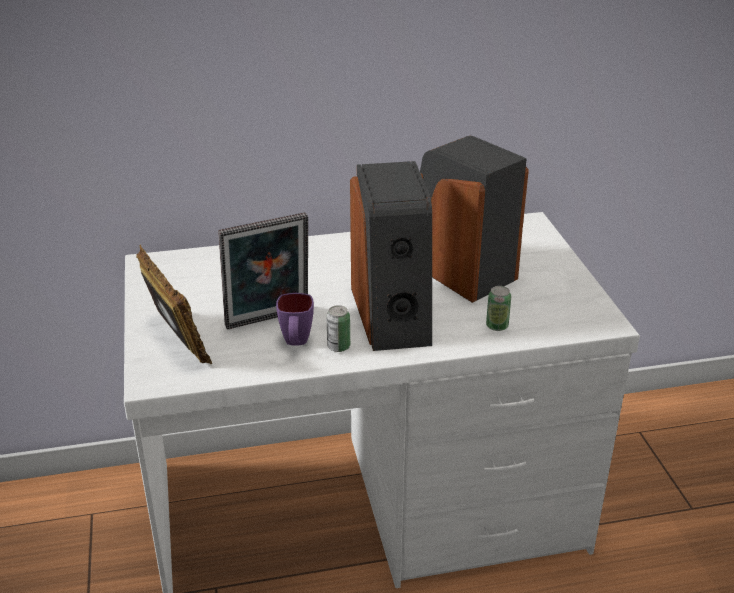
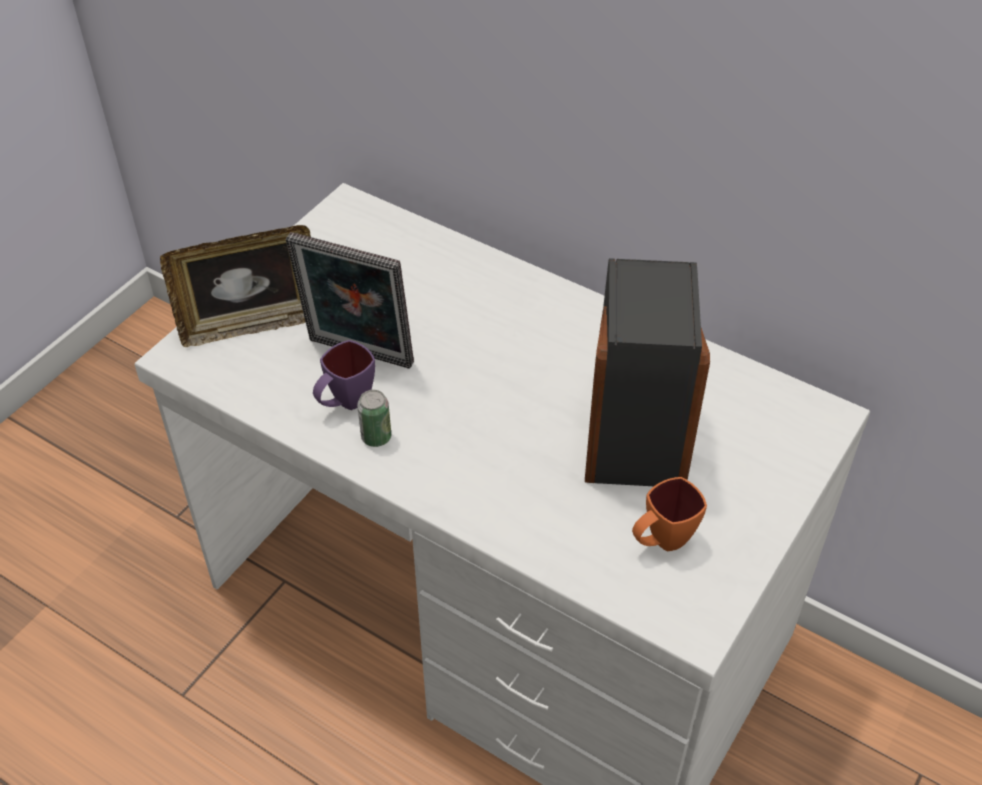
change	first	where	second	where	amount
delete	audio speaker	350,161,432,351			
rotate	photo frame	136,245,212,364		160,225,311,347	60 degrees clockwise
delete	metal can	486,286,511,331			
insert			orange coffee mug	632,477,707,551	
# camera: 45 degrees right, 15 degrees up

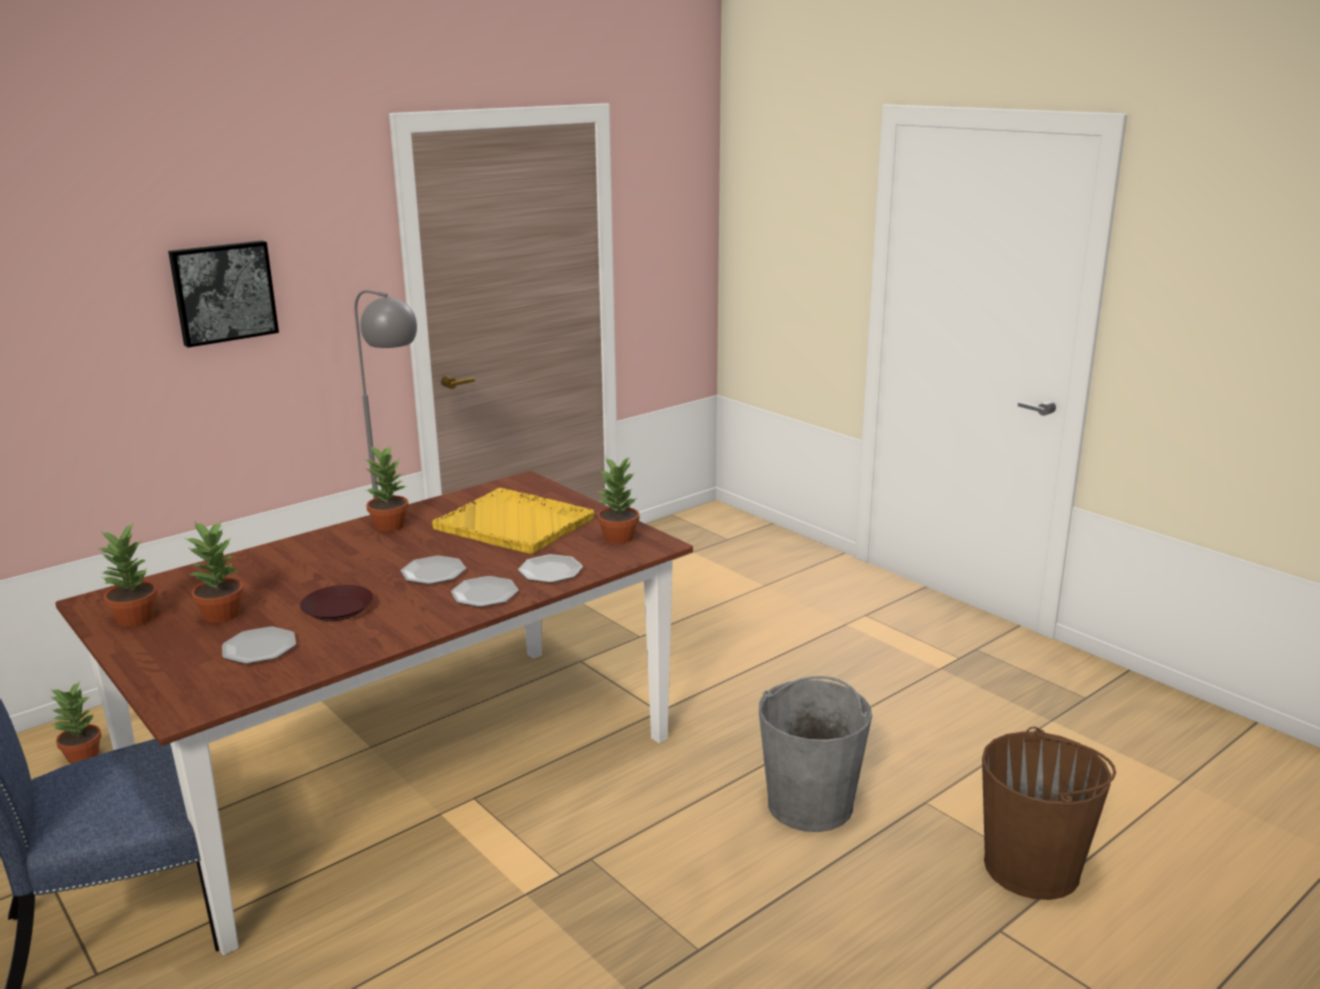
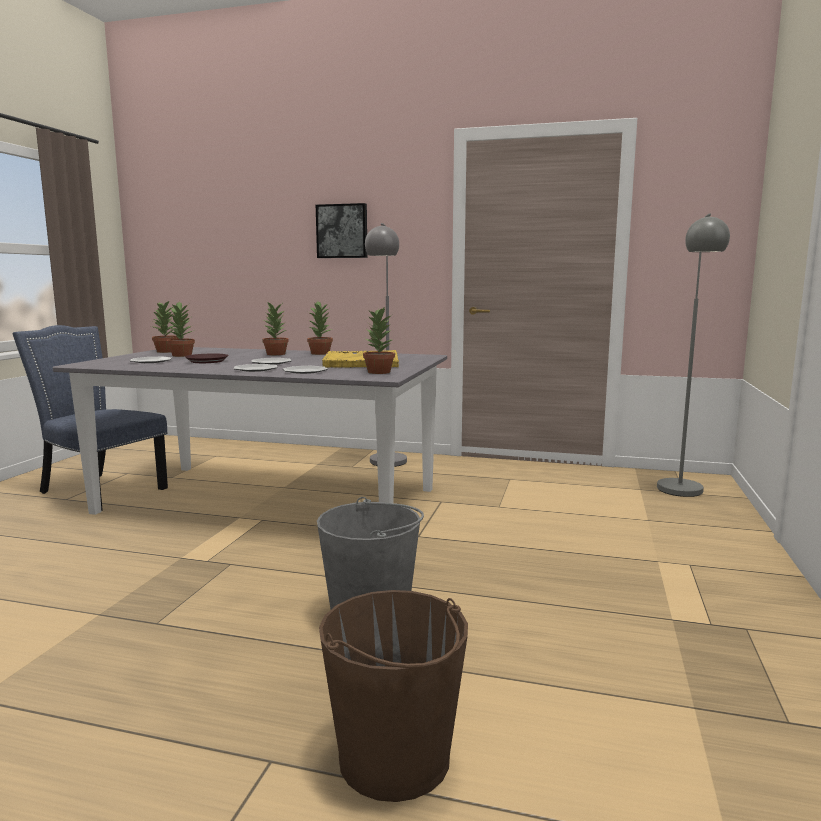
change	first	where	second	where	amount
recolor	brown dinner table	55,471,693,955	gray dinner table	52,347,447,515	
move	houseplant	50,681,102,764		262,302,289,355	
insert			gray floor lamp	657,213,730,497	
# camera: 55 degrees right, 10 degrees down

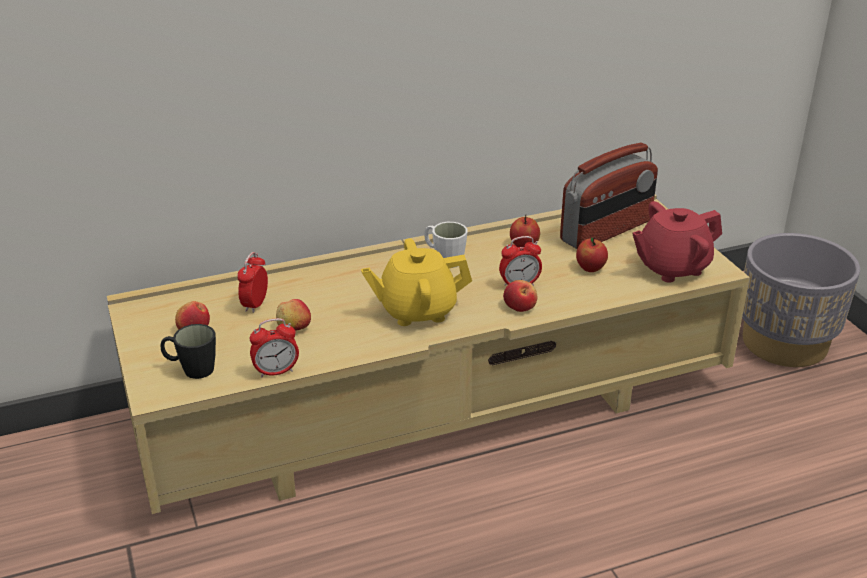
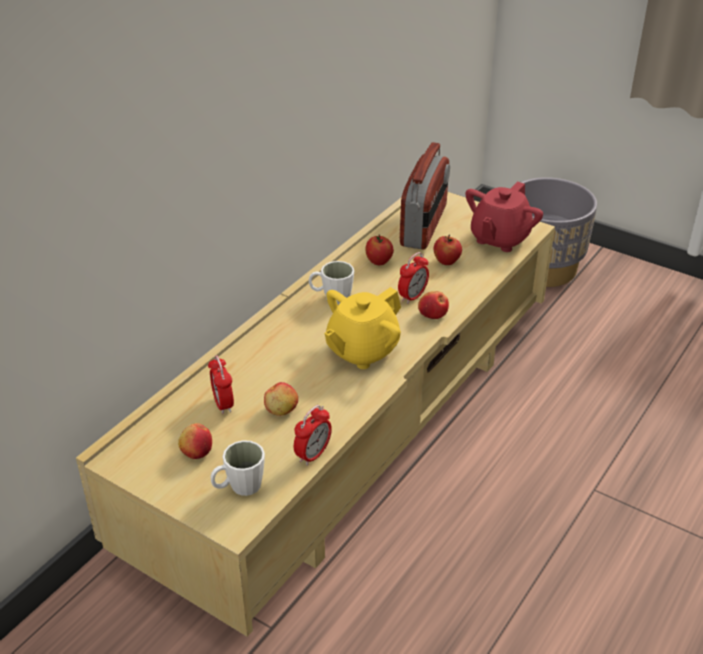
change	first	where	second	where	amount
recolor	blackish coffee mug	161,324,216,379	white coffee mug	211,440,265,496	
# camera: 35 degrees left, 5 degrees up

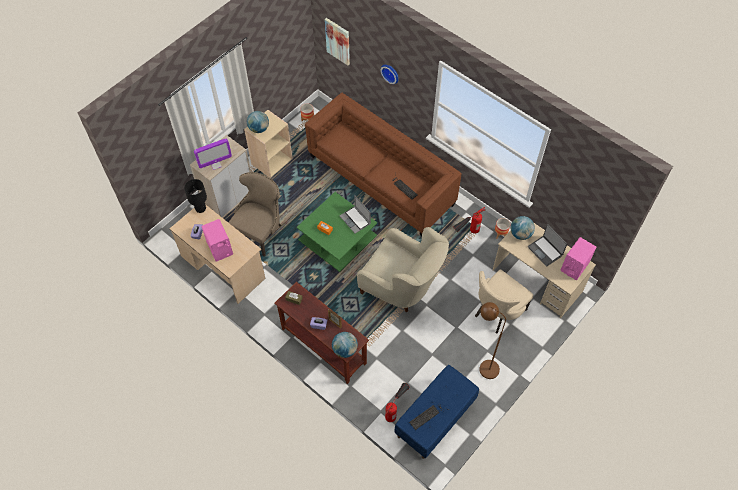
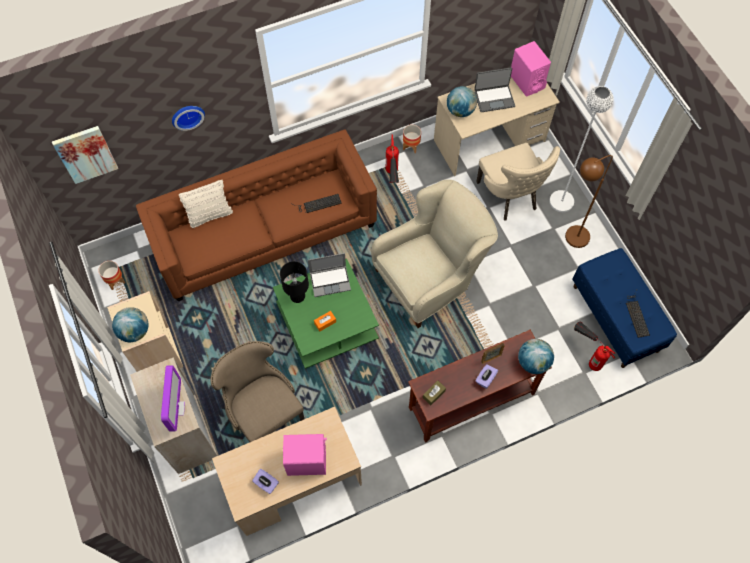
change	first	where	second	where	amount
move	blackish lamp for a table	184,179,207,213		280,261,309,303	
insert			white floor lamp	549,86,614,212	
insert			beige throw pillow	179,180,233,228	
# camera: 65 degrees left, 5 degrees up

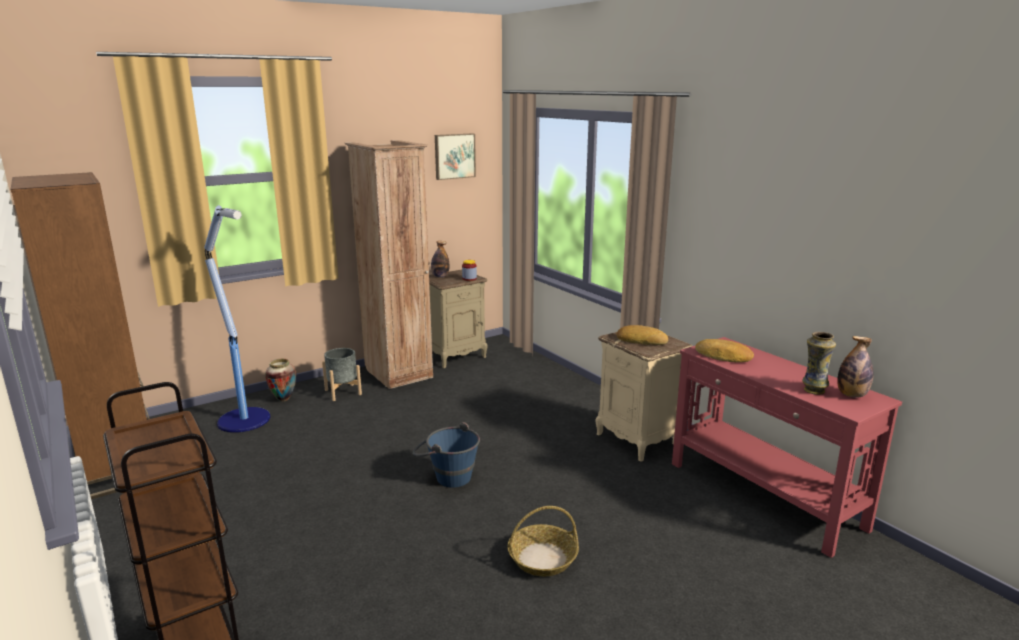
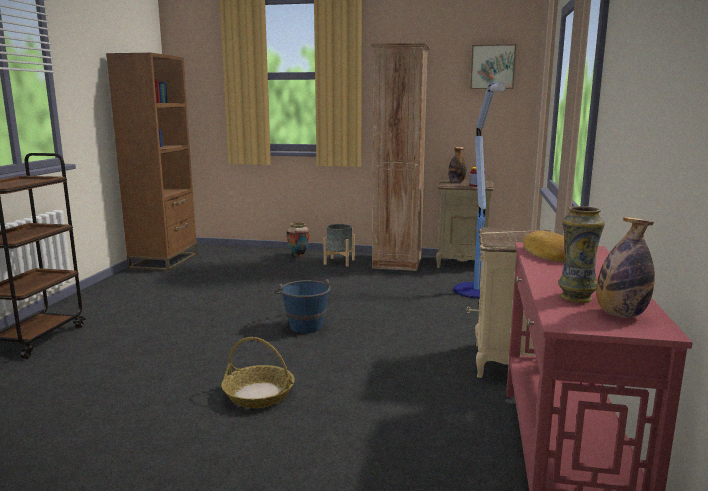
change	first	where	second	where	amount
move	floor lamp	204,205,270,433		453,82,506,299	
delete	bakery bread	616,325,668,345			
# camera: 45 degrees right, 5 degrees down

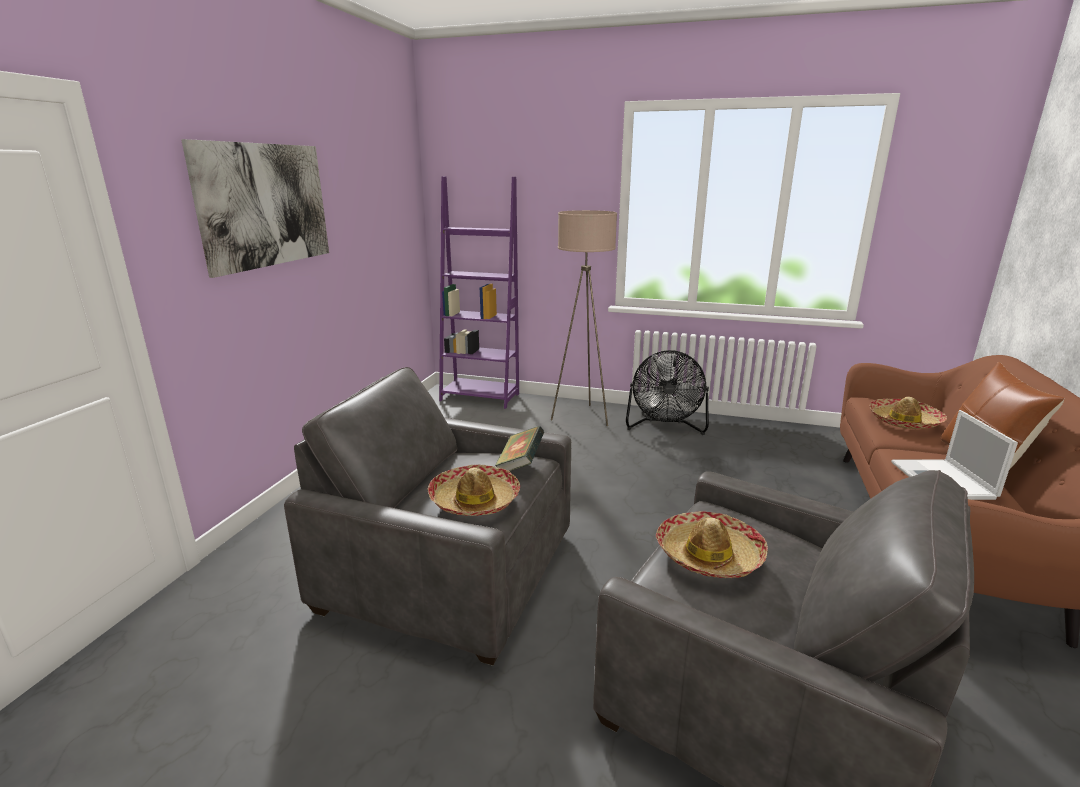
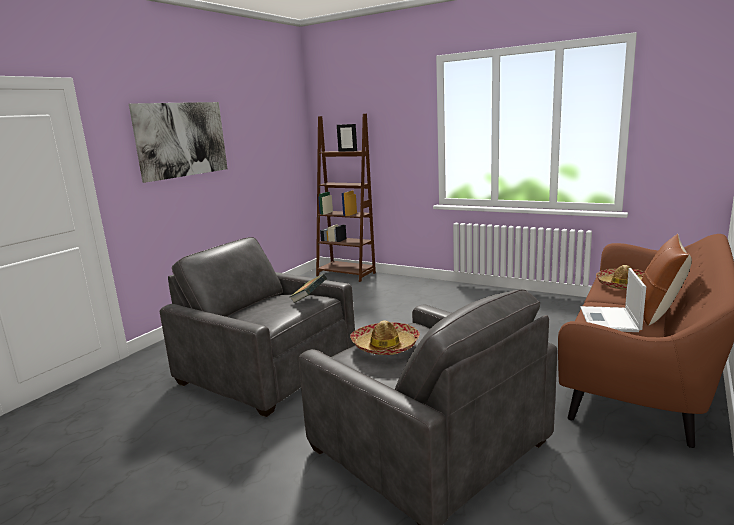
change	first	where	second	where	amount
recolor	purple-coloured shelving unit	439,176,519,409	brown shelving unit	316,114,376,282	
delete	beige floor lamp	551,210,617,426			
delete	blackish electric fan	626,350,709,435			
delete	clothing hat	427,464,520,516			
insert			photo frame	337,124,357,151	
# camera: 15 degrees right, 5 degrees down

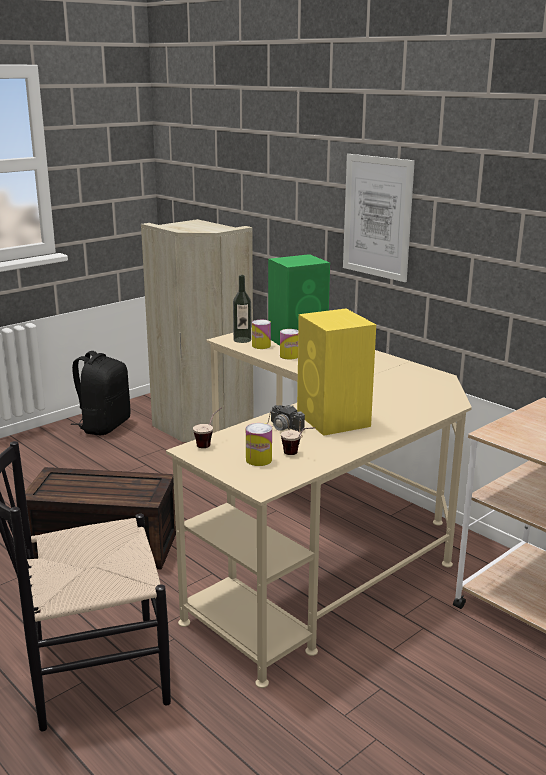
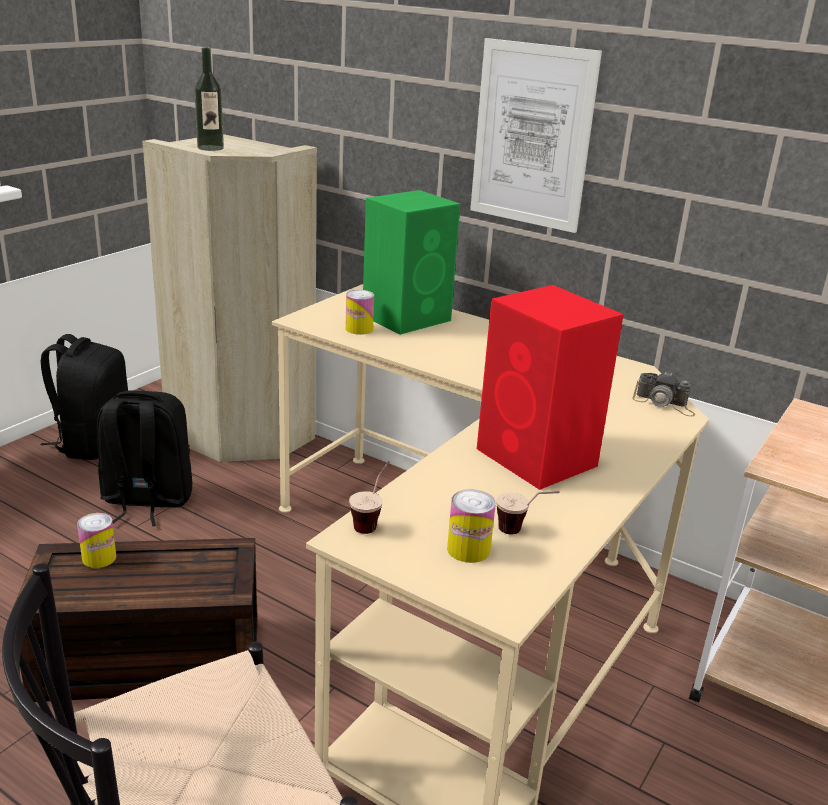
change	first	where	second	where	amount
move	drink bottle	233,275,252,343		194,47,224,151	
recolor	yellow-coloured audio speaker	297,309,376,436	red audio speaker	477,285,624,490	
move	metal can	280,329,298,360		77,513,116,568	
move	photo camera	266,404,305,438		632,371,695,416	
insert			blackish rucksack	97,390,192,526	
# camera: 15 degrees left, 5 degrees up

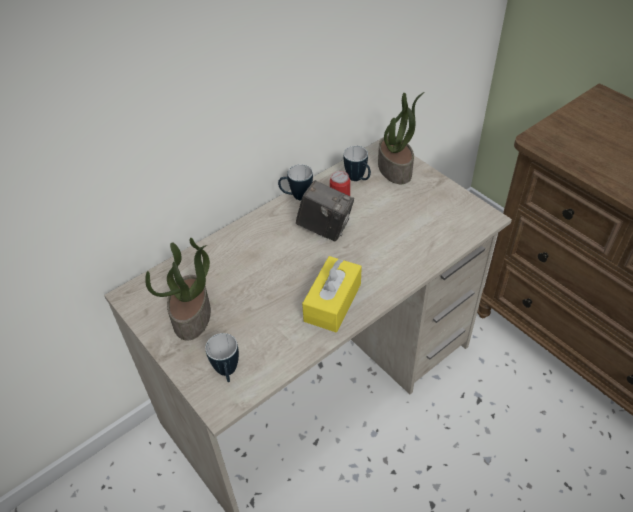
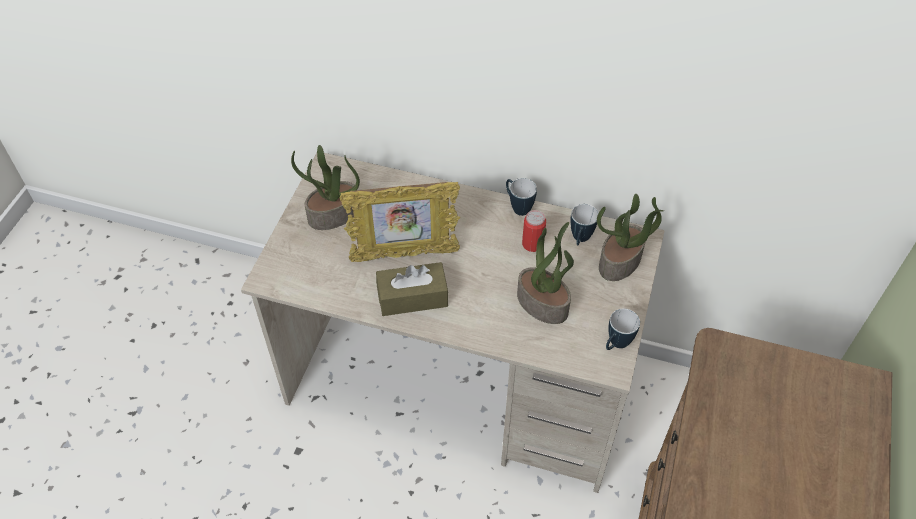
change	first	where	second	where	amount
delete	photo camera	296,180,354,241			
recolor	yellow-coloured box of tissues	302,256,362,332	brown box of tissues	376,262,448,316	
move	coffee mug	205,333,239,382		606,309,640,350	
insert			photo frame	340,182,460,262	
insert			houseplant	517,222,574,324	
# camera: 55 degrees right, 5 degrees up

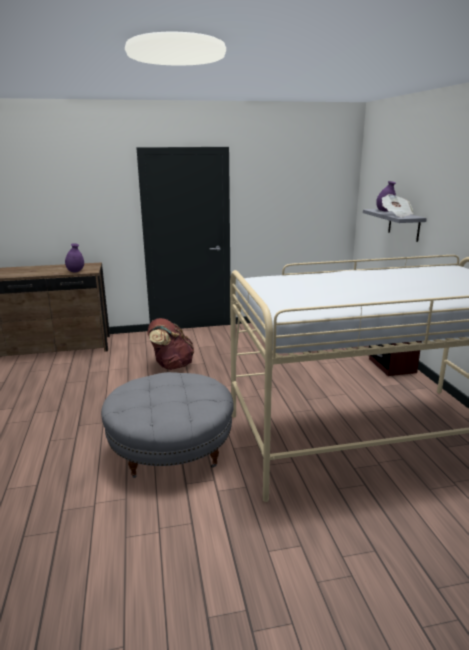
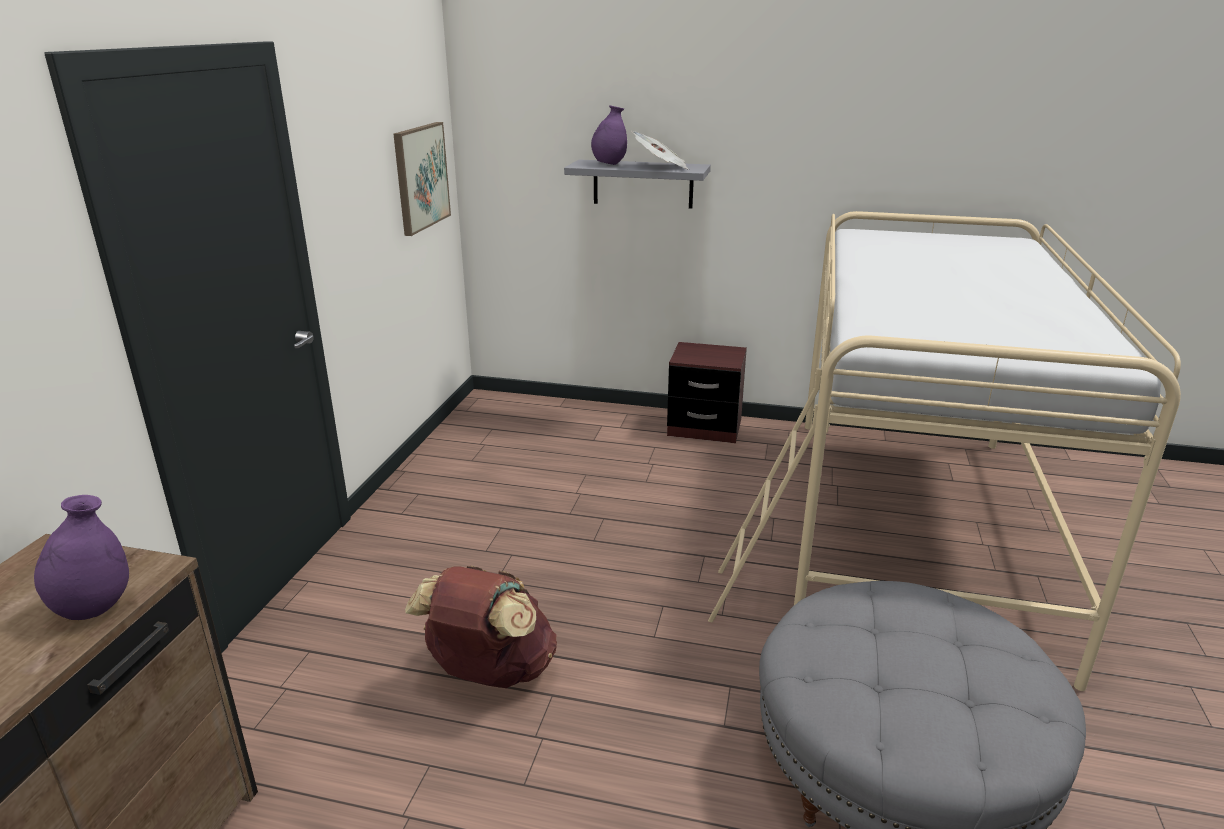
change	first	where	second	where	amount
insert			wall art	394,122,451,236	
# camera: 65 degrees left, 5 degrees up

